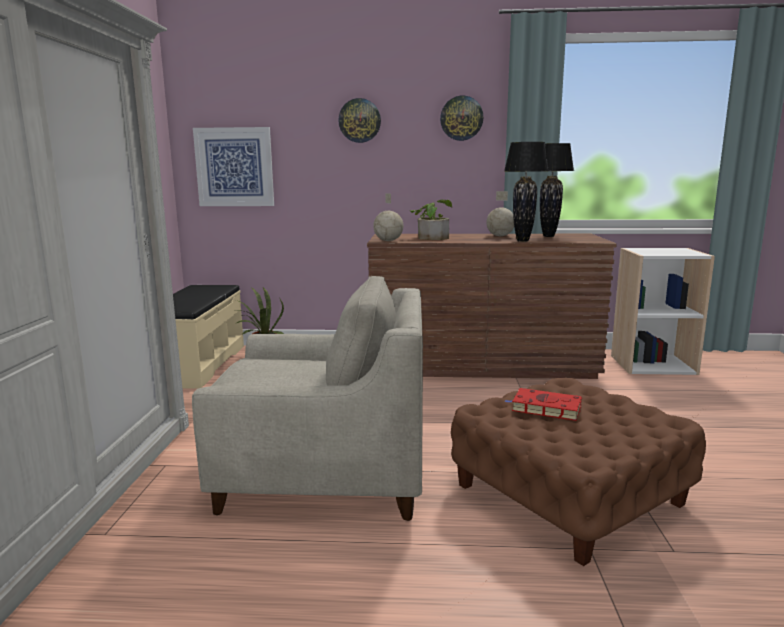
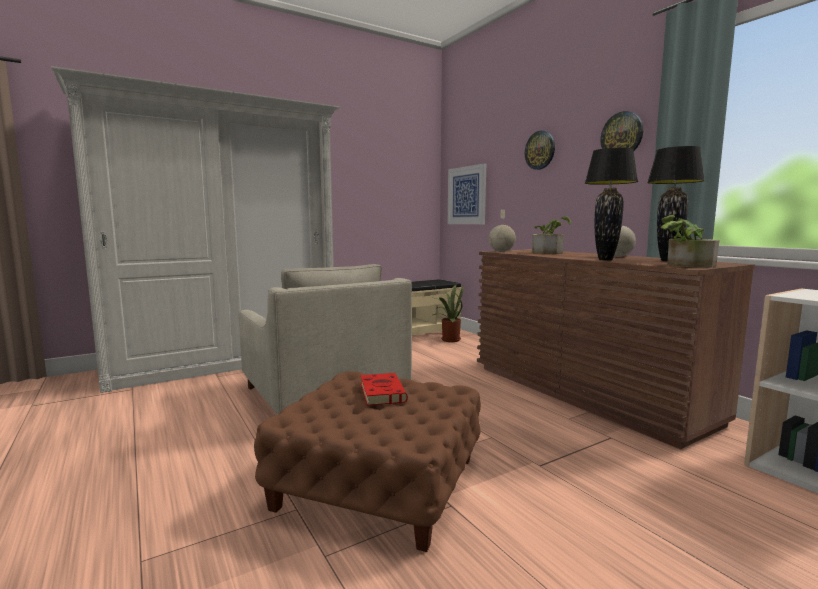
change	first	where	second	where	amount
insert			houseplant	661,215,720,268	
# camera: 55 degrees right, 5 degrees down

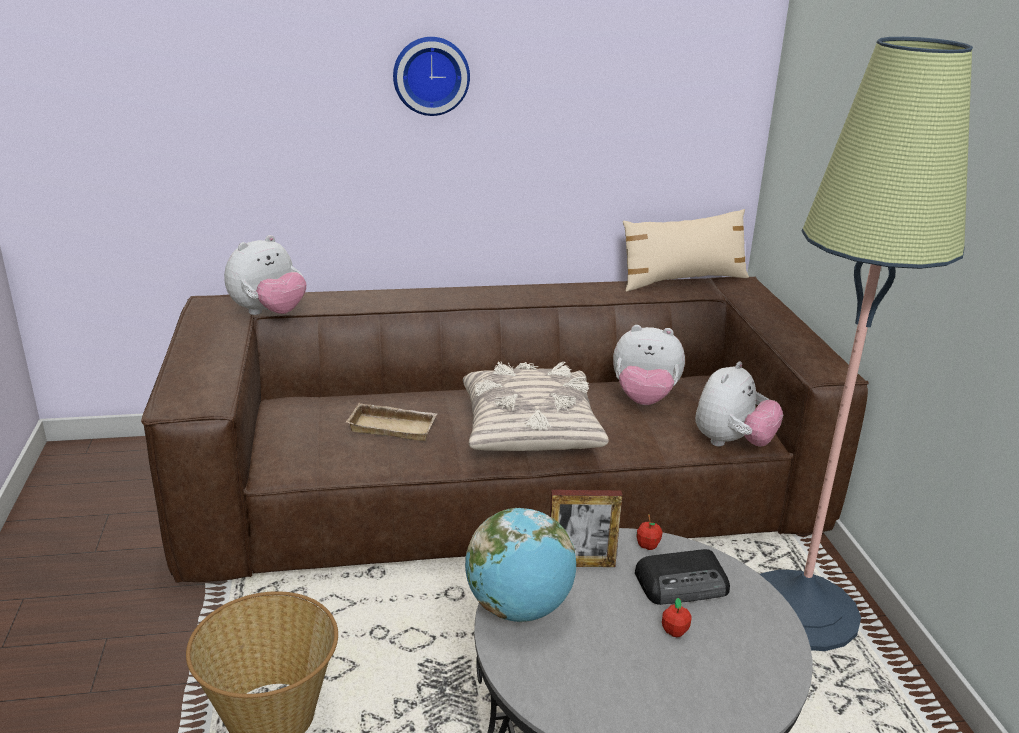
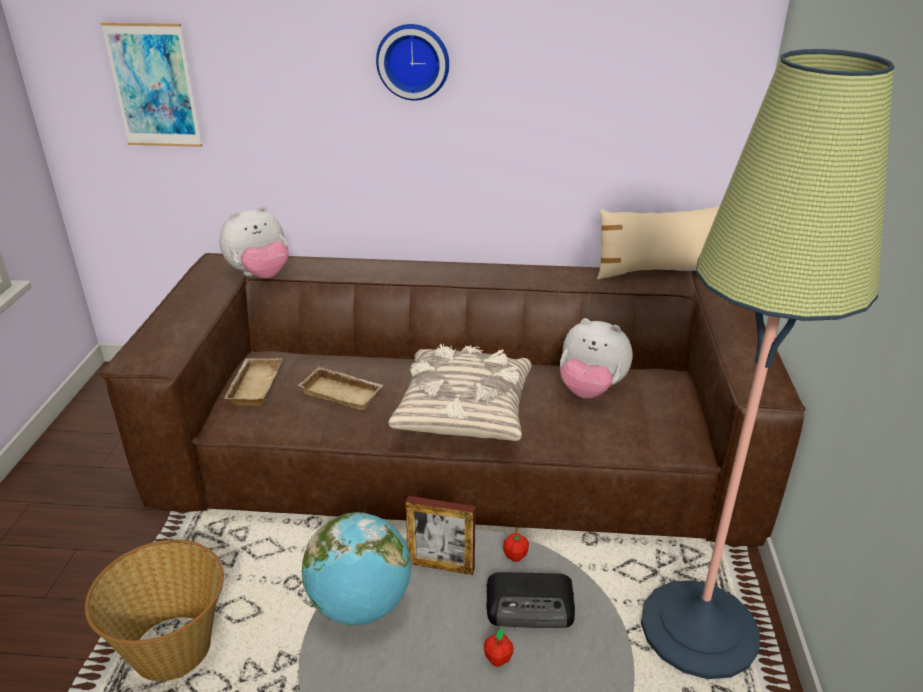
change	first	where	second	where	amount
delete	plush toy	695,361,783,447			
insert			wall art	100,22,202,147	
insert			beige carrying tray	224,358,282,406	
# camera: 15 degrees right, 5 degrees up

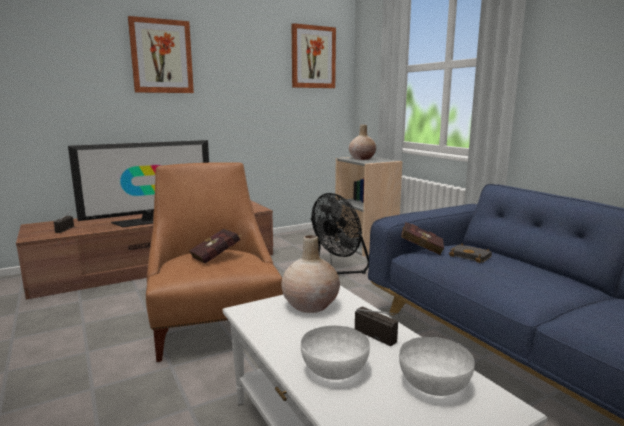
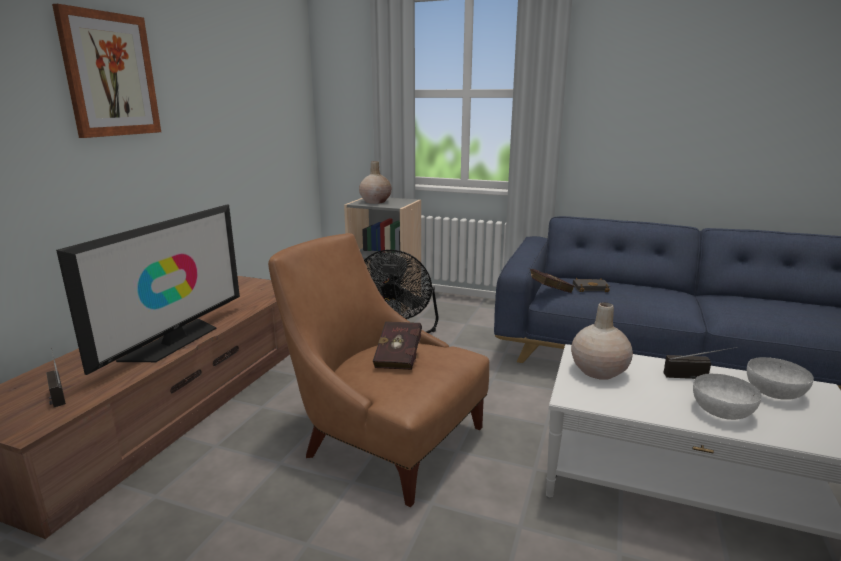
change	first	where	second	where	amount
delete	wall art	292,23,336,88			
# camera: 40 degrees left, 5 degrees up

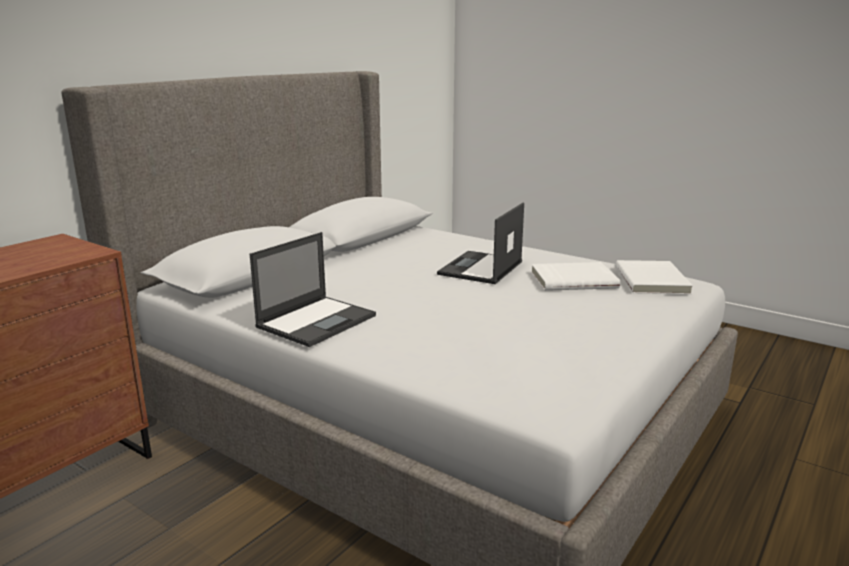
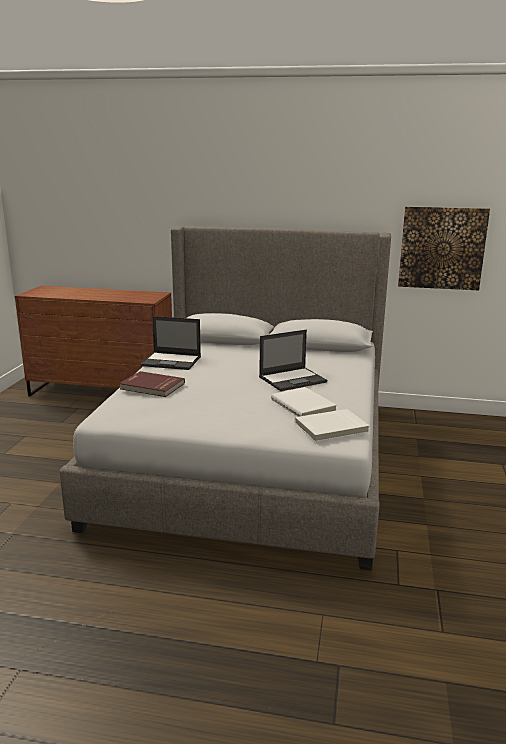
change	first	where	second	where	amount
rotate	portable computer	437,203,524,284		259,330,327,391	150 degrees clockwise
insert			wall art	398,206,490,290	
insert			red volume	119,371,185,397	
# camera: 65 degrees right, 0 degrees up

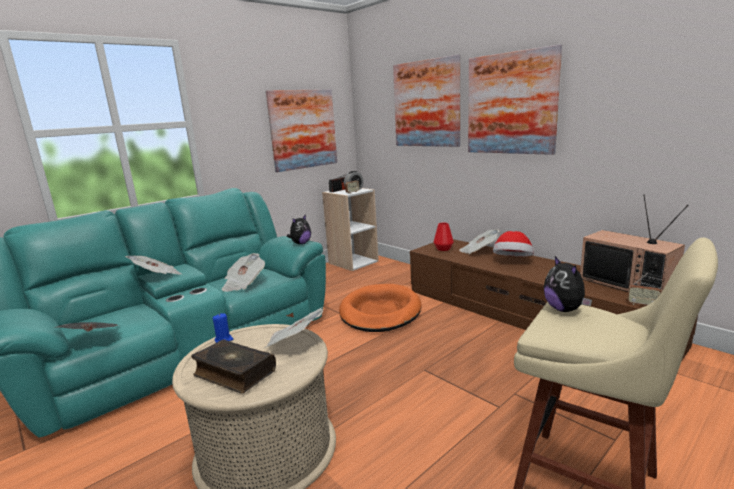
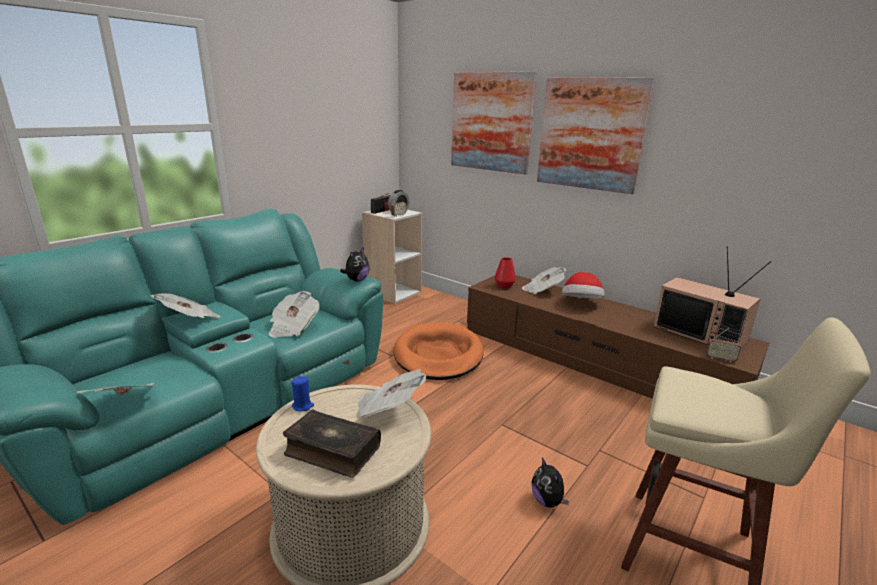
change	first	where	second	where	amount
delete	wall art	266,89,337,172			
move	plush toy	544,256,592,312		532,458,569,508	
# camera: 10 degrees left, 5 degrees up

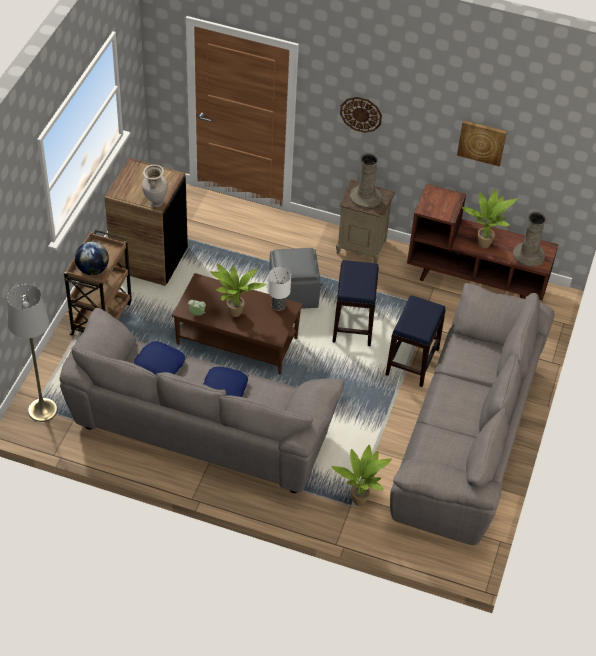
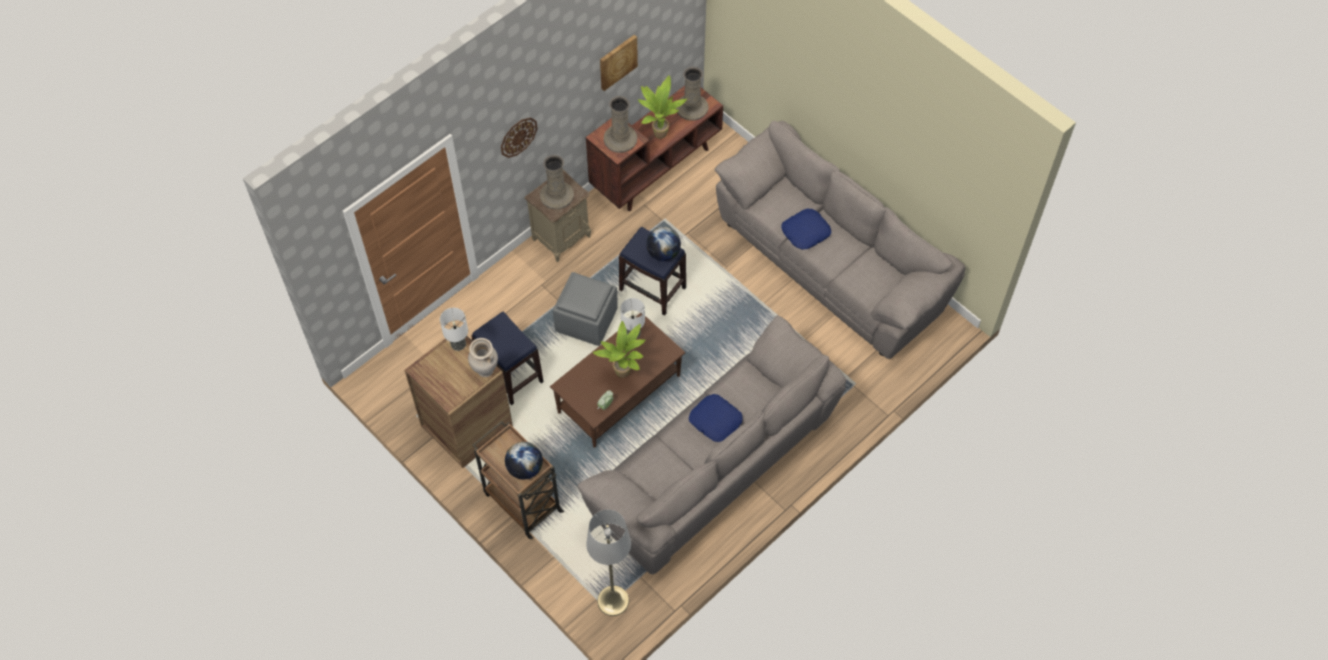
change	first	where	second	where	amount
move	sitting stool	385,295,446,387		471,312,544,405	
move	bluish throw pillow	134,341,185,375		781,209,832,250	
delete	houseplant	331,445,392,506			
insert			beige flower vase	604,96,637,153	
insert			world globe	646,227,681,261	
insert			lamp for a table	440,308,468,351	
# camera: 60 degrees left, 10 degrees up

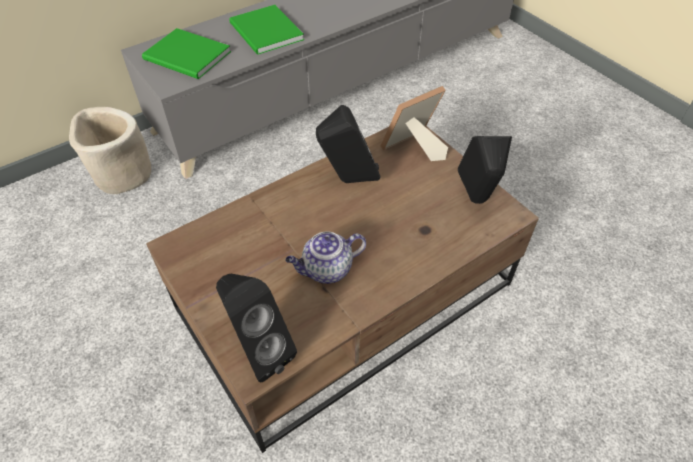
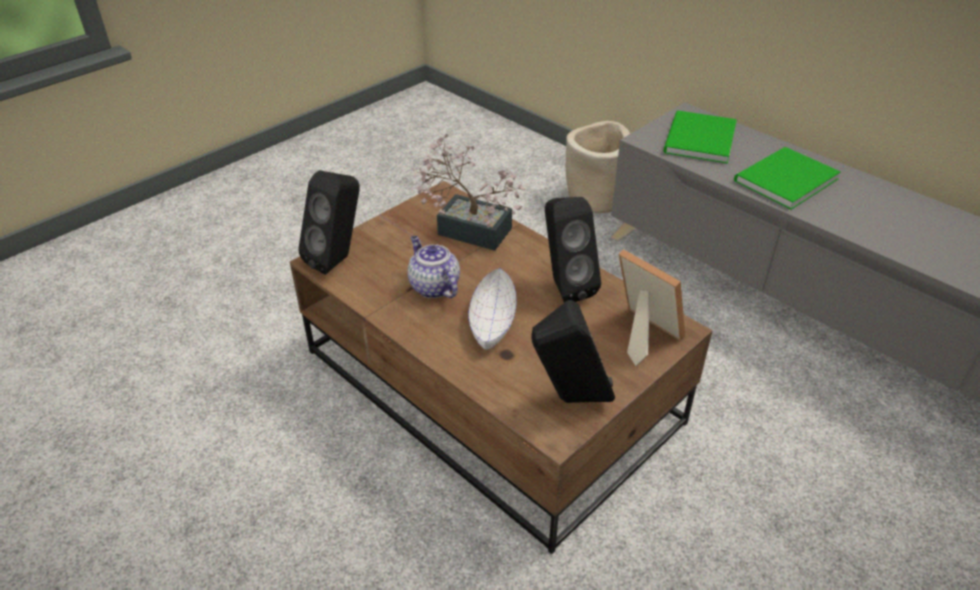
change	first	where	second	where	amount
insert			houseplant	412,134,526,251	
insert			white serving bowl	468,268,517,350	
# camera: 80 degrees right, 10 degrees down

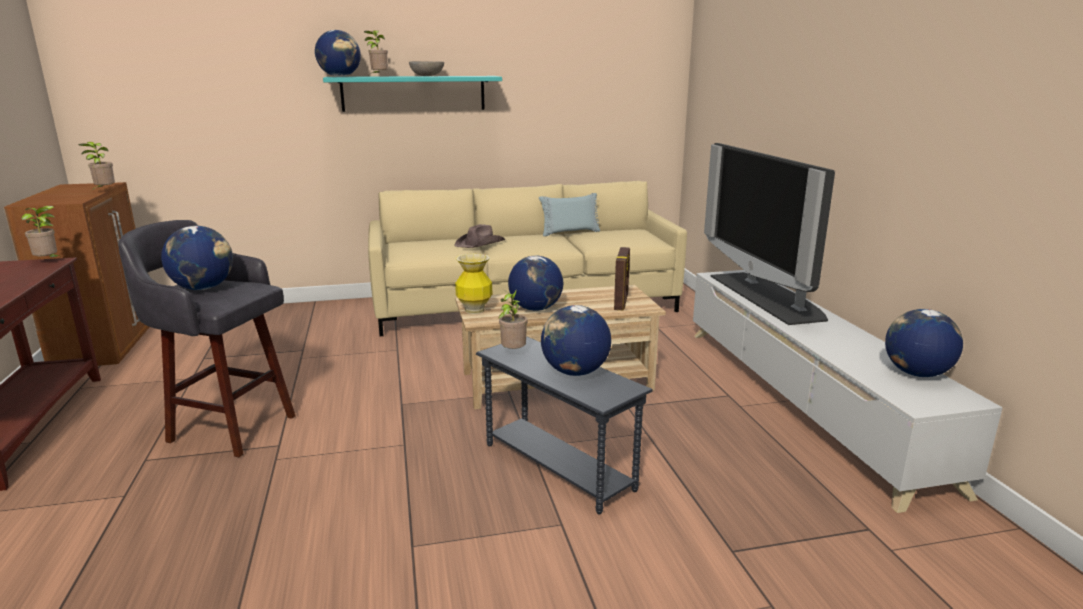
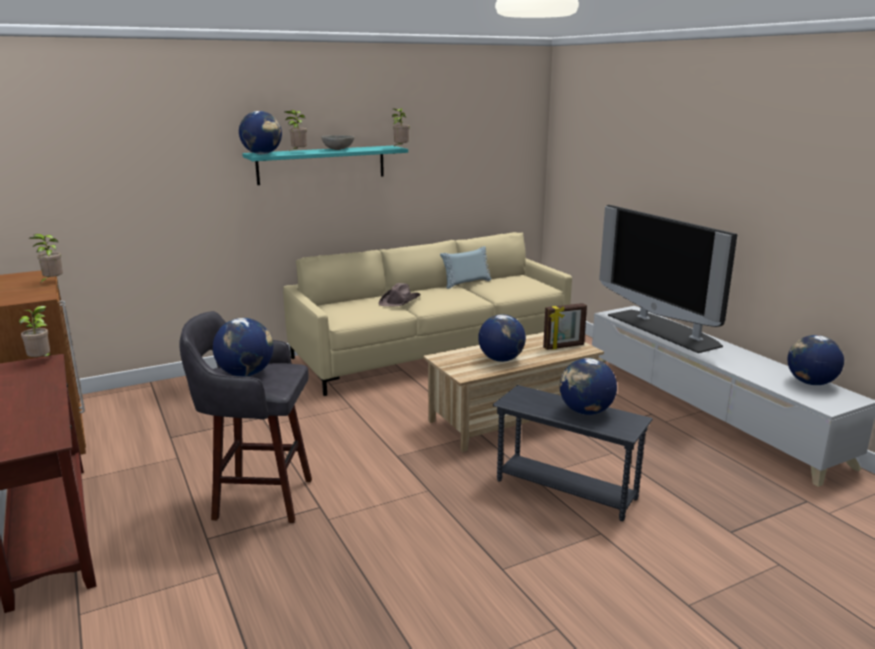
change	first	where	second	where	amount
rotate	photo frame	614,247,630,310		543,303,587,350	75 degrees clockwise
delete	flower vase	455,253,492,314			
move	houseplant	499,289,528,349		392,108,410,146	
# camera: 15 degrees left, 0 degrees up

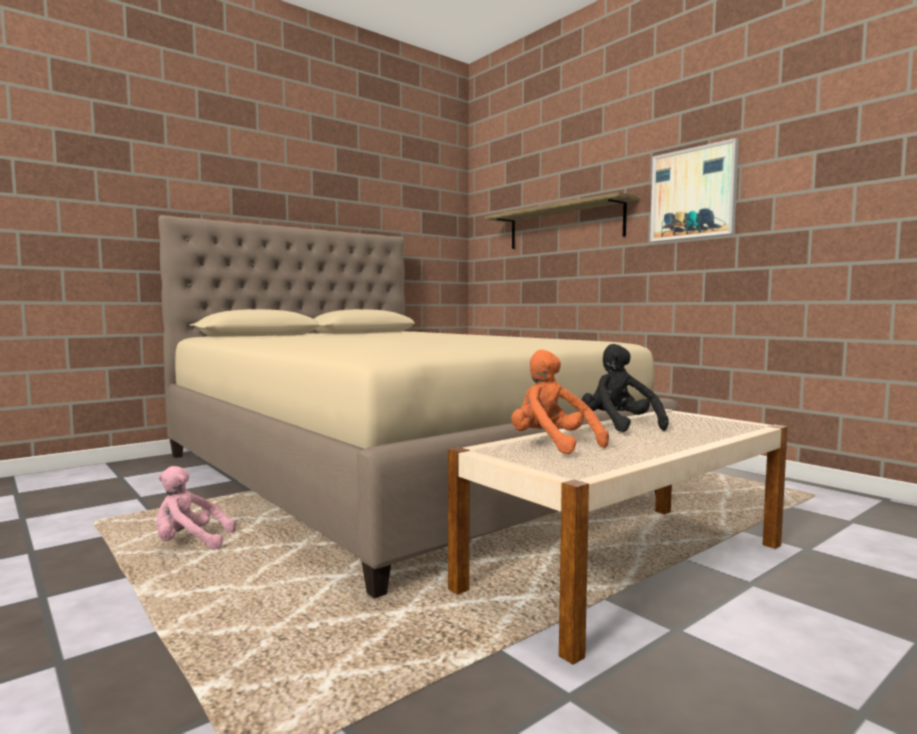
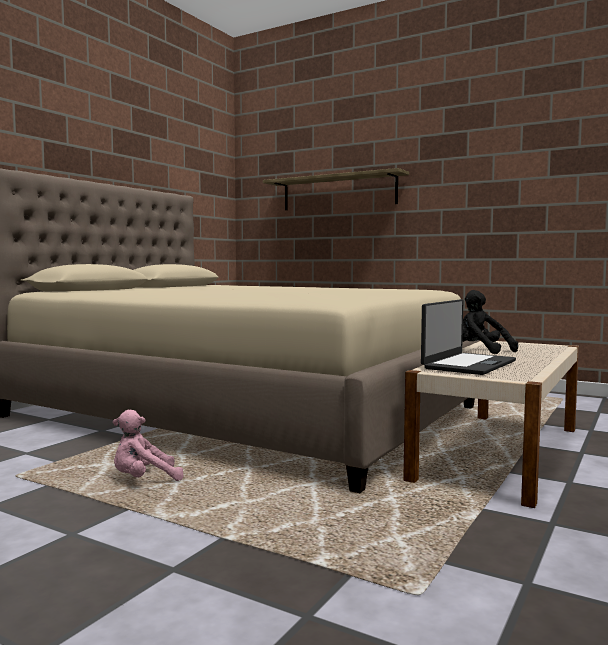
change	first	where	second	where	amount
delete	wall art	650,138,739,242			
replace	orange plush toy	511,350,609,454	portable computer	421,299,516,375	
# camera: 20 degrees left, 0 degrees up

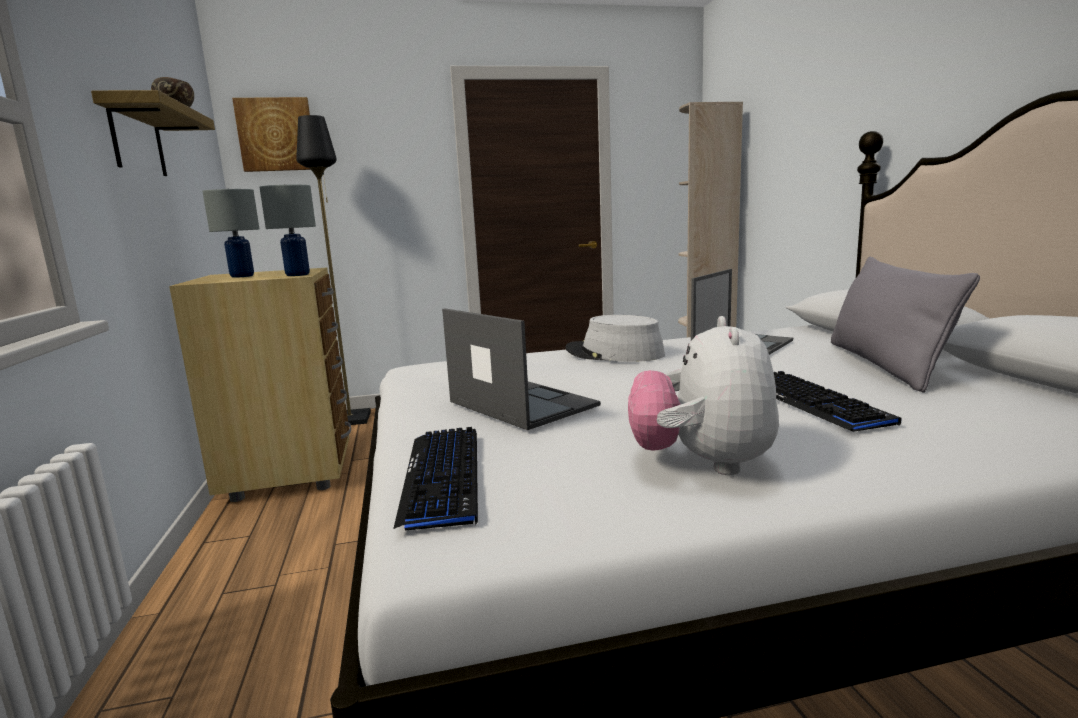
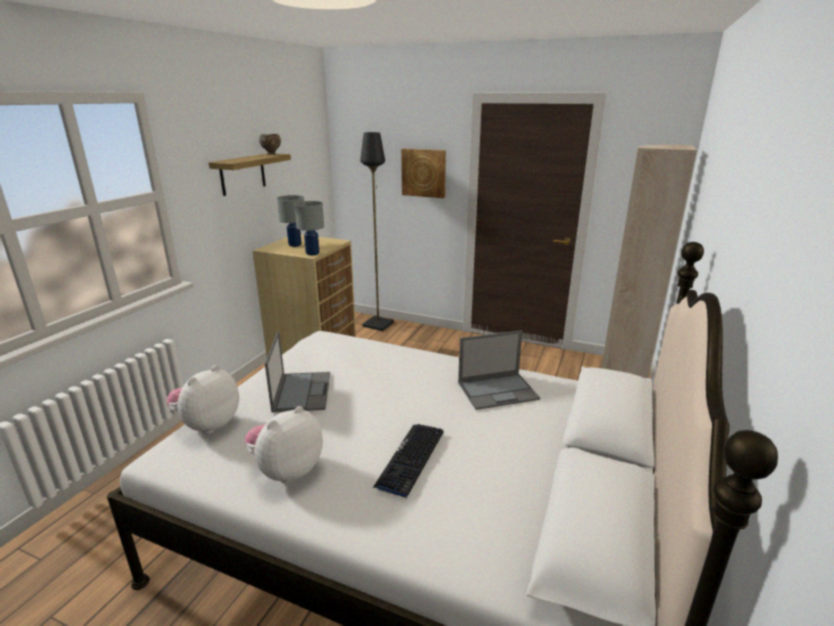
change	first	where	second	where	amount
move	wall art	232,97,311,172		401,149,446,198	
delete	gray throw pillow	831,257,980,393			
delete	gray clothing hat	565,315,665,362			
replace	PC keyboard	393,427,478,530	plush toy	166,365,239,434	
# camera: 35 degrees right, 10 degrees up

